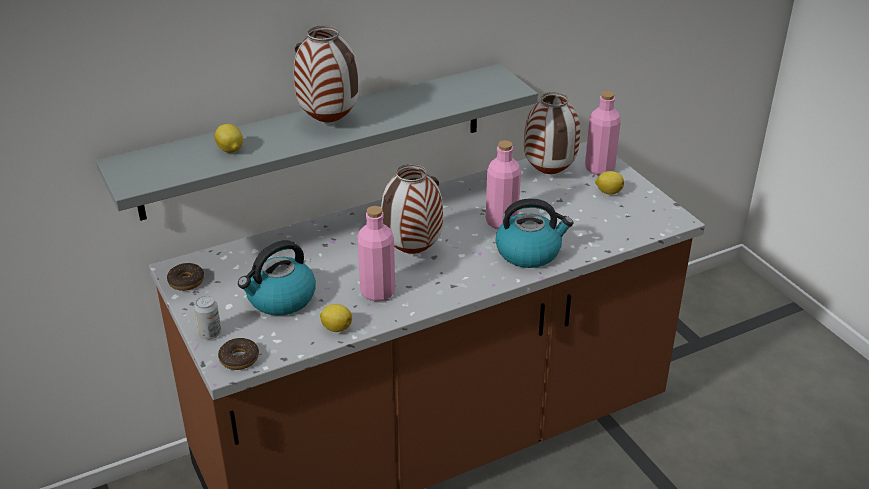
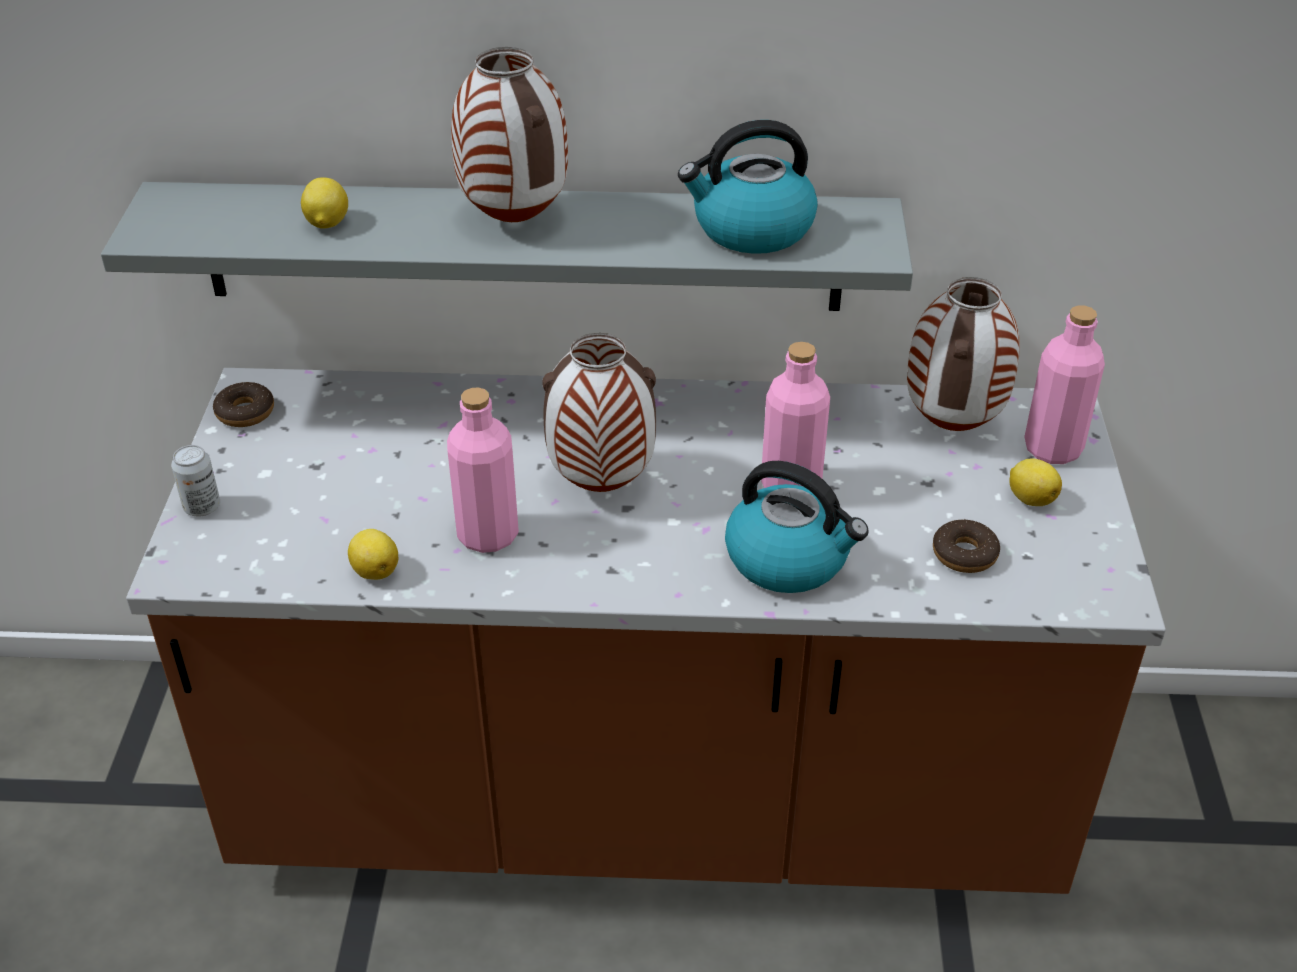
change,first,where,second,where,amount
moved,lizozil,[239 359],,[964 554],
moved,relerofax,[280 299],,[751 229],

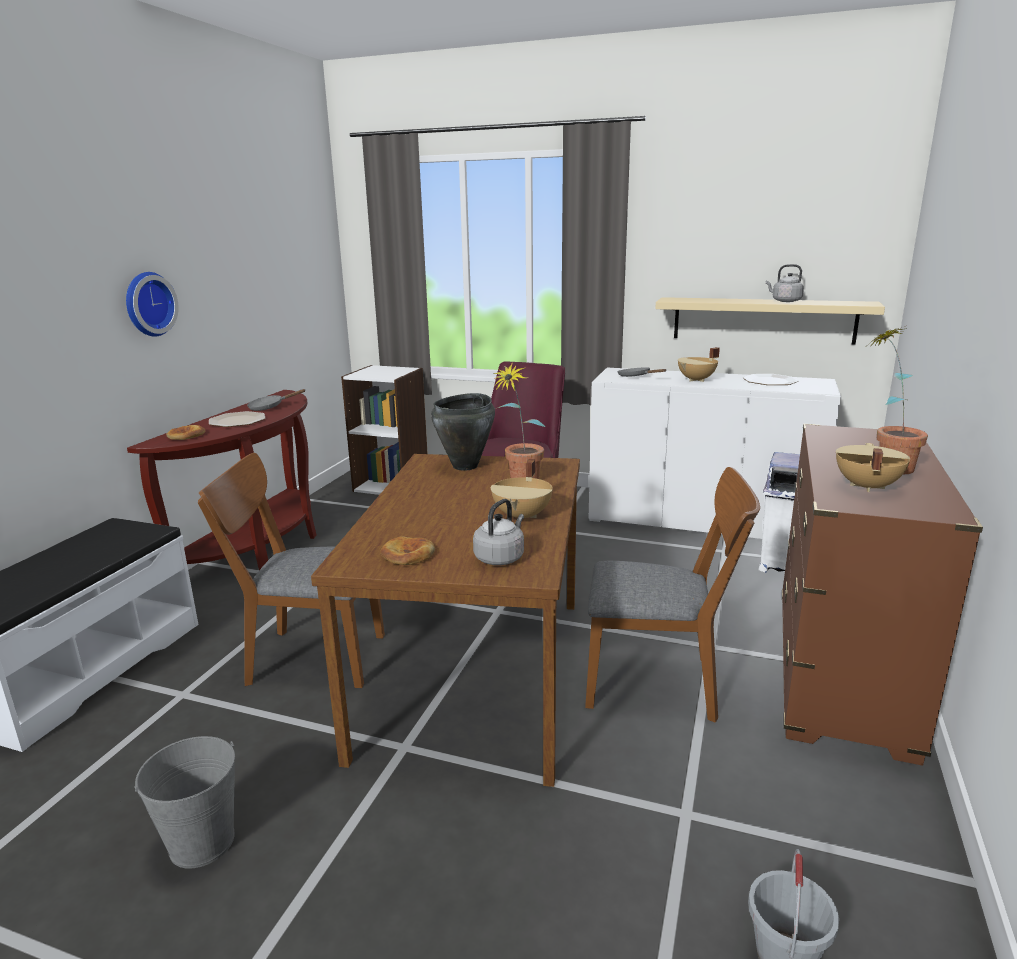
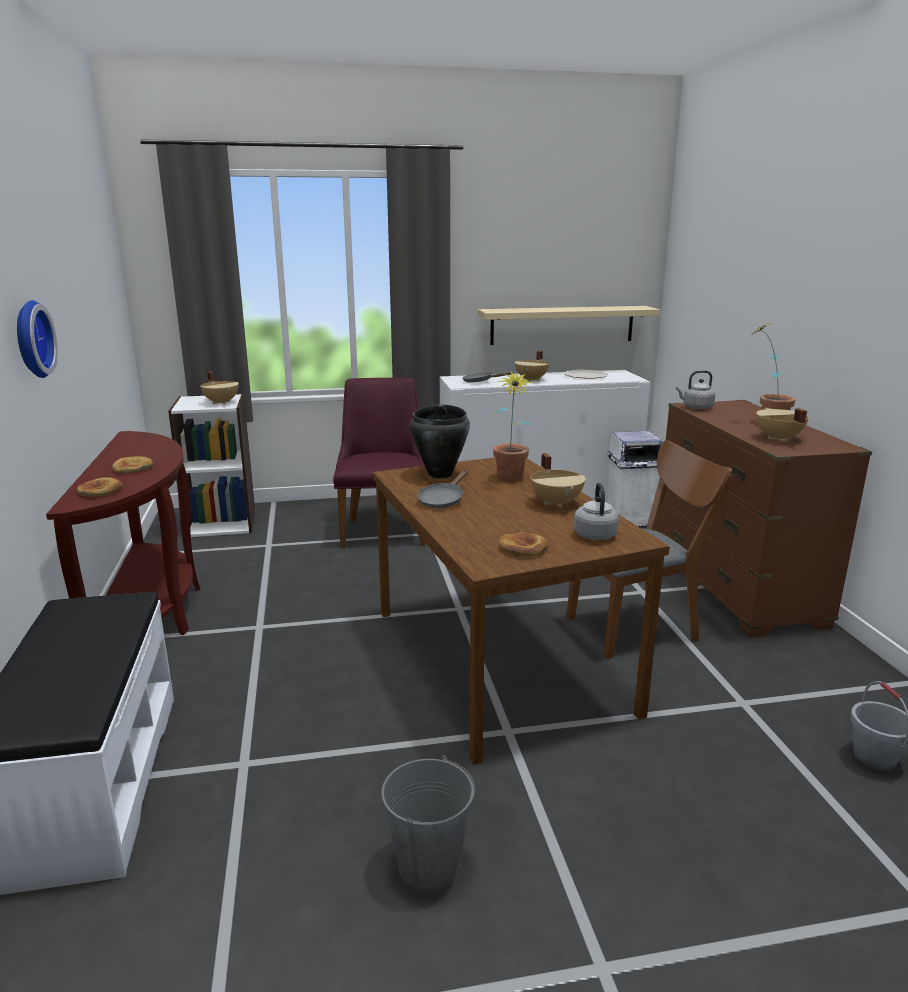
change,first,where,second,where,amount
removed,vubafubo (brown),[306 658],,,
added,,,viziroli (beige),[222 402],
moved,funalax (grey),[270 407],,[443 500],
moved,relerofax (grey),[784 301],,[696 407],
replaced,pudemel,[238 421],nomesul,[133 468],

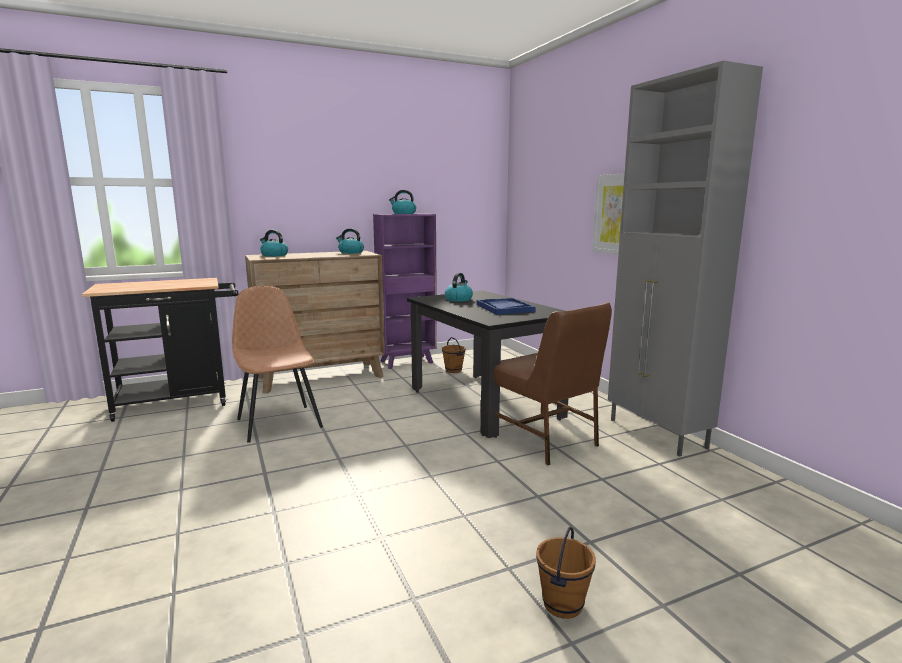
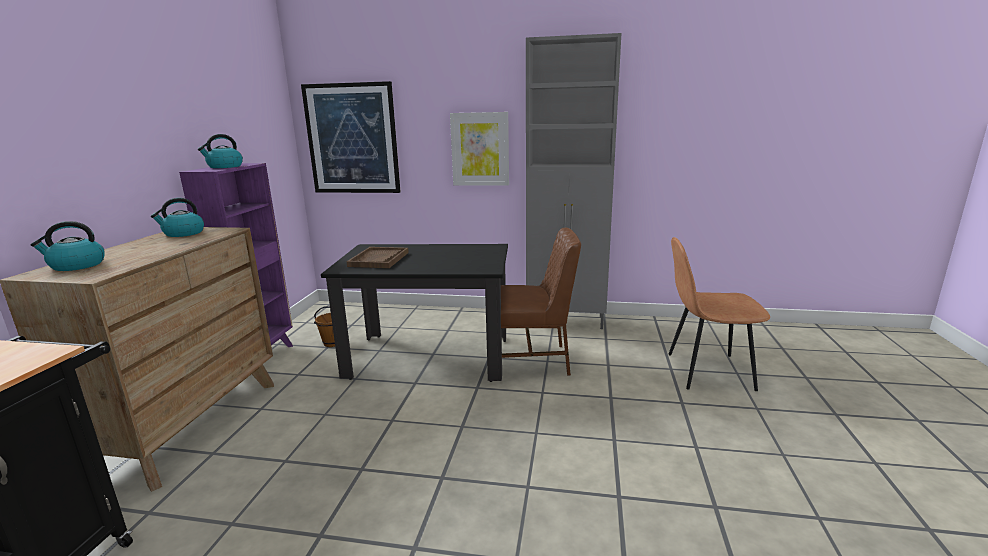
change,first,where,second,where,amount
removed,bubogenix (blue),[504 308],,,
removed,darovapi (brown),[563 605],,,
added,,,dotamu,[352 139],
moved,vubafubo (brown),[279 422],,[706 371],
replaced,relerofax,[458 299],bubogenix (brown),[379 259],

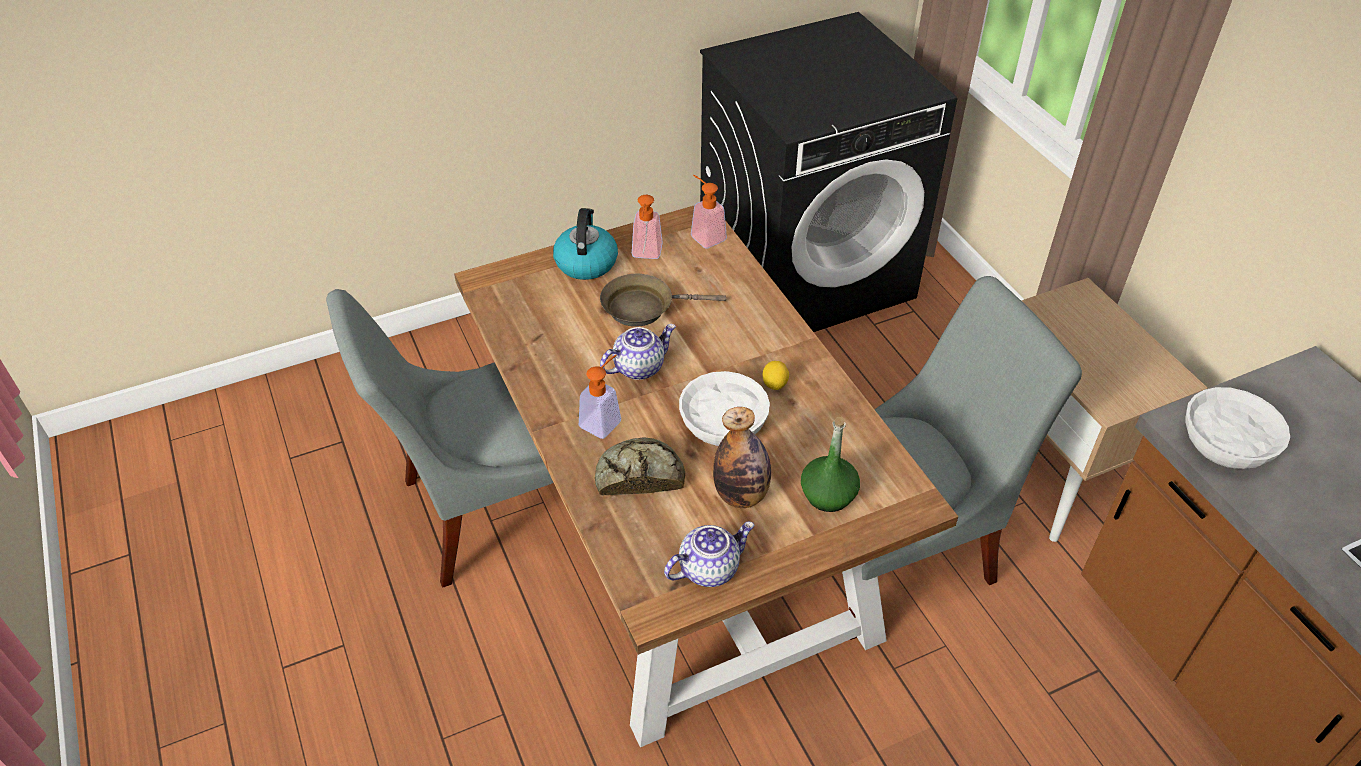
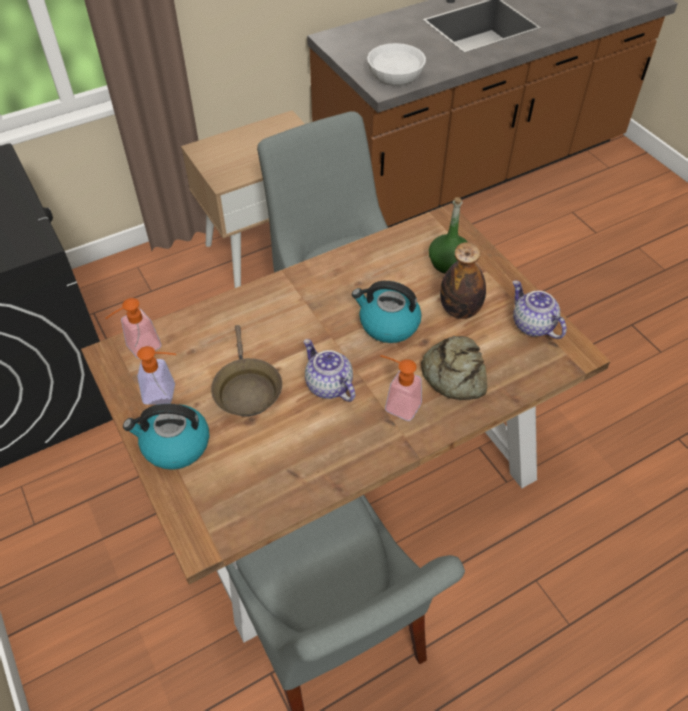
change,first,where,second,where,amount
removed,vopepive,[774 384],,,
replaced,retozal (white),[722 423],relerofax,[388 324],

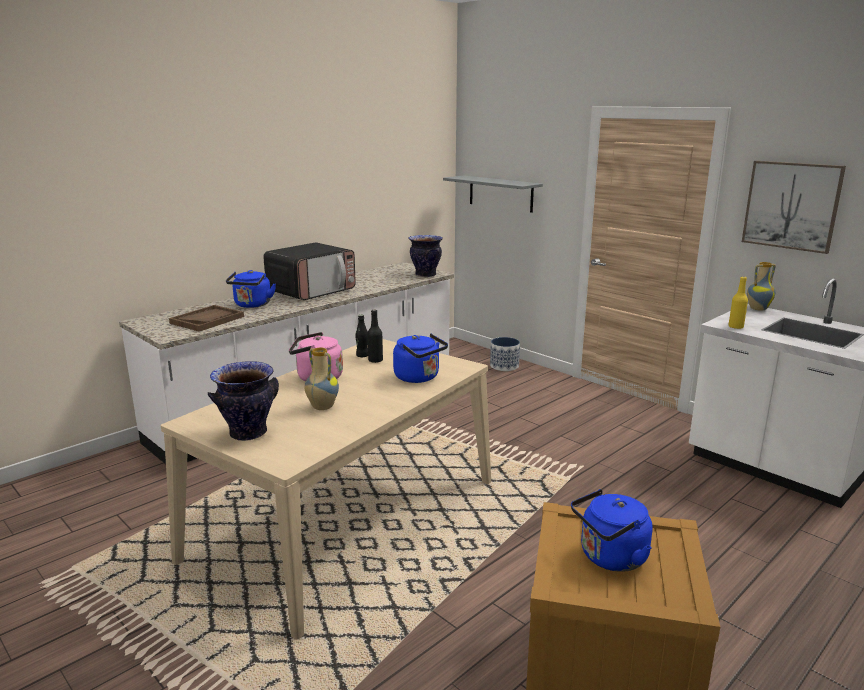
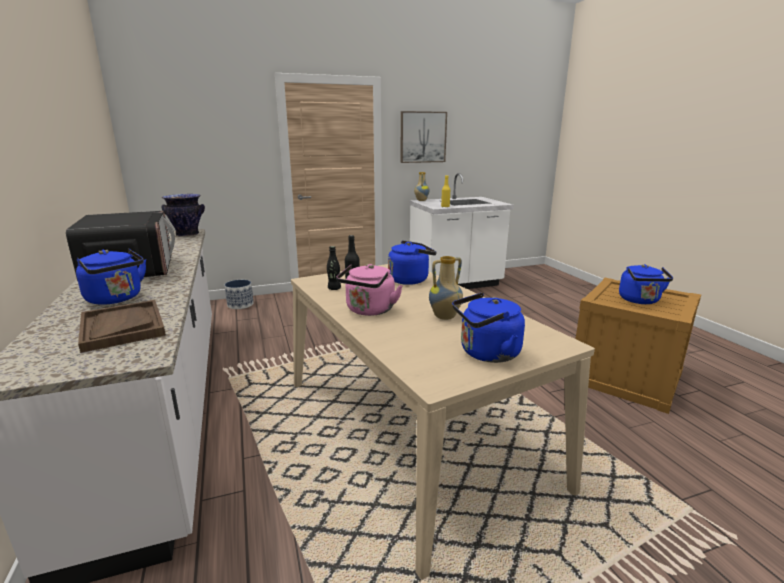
change,first,where,second,where,amount
removed,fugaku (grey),[500 193],,,
replaced,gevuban,[248 433],relerofax (blue),[486 354],

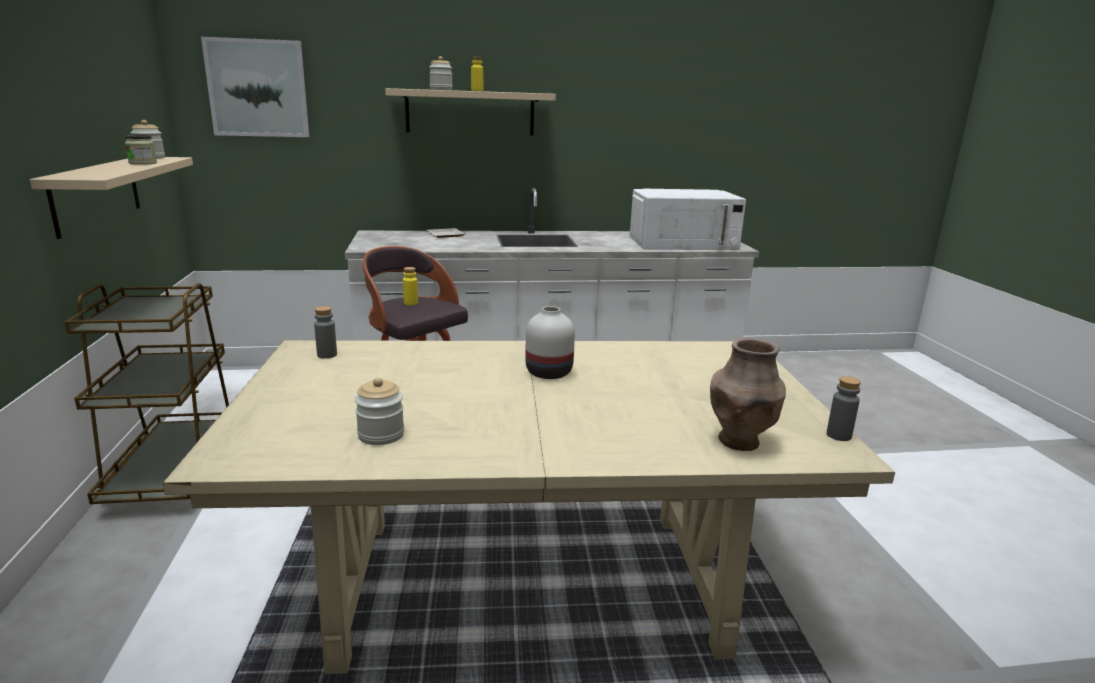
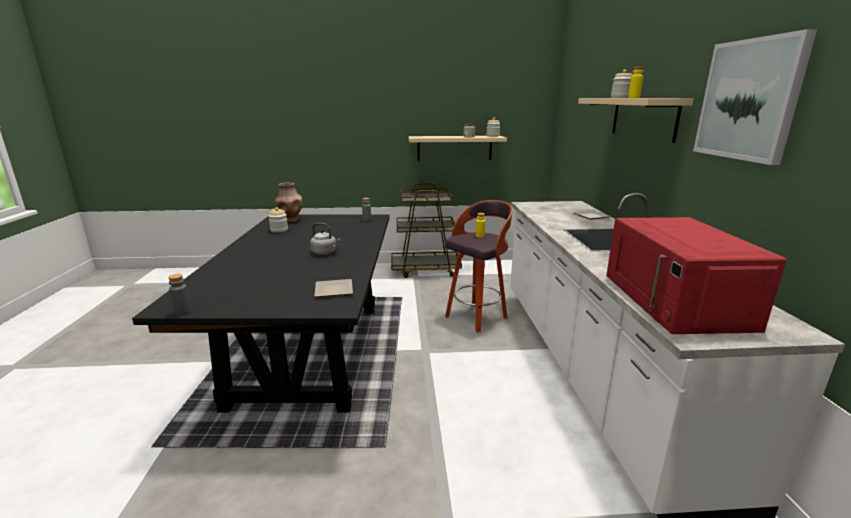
change,first,where,second,where,amount
added,,,pudemel,[335 290],
moved,dotamu,[258 88],,[749 100],
moved,gevuban (brown),[739 442],,[291 220],
replaced,gevuban (white),[548 372],relerofax (grey),[325 252],
recoloured,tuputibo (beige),[531 584],tuputibo (black),[310 352],
recoloured,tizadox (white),[683 243],tizadox (red),[676 300],

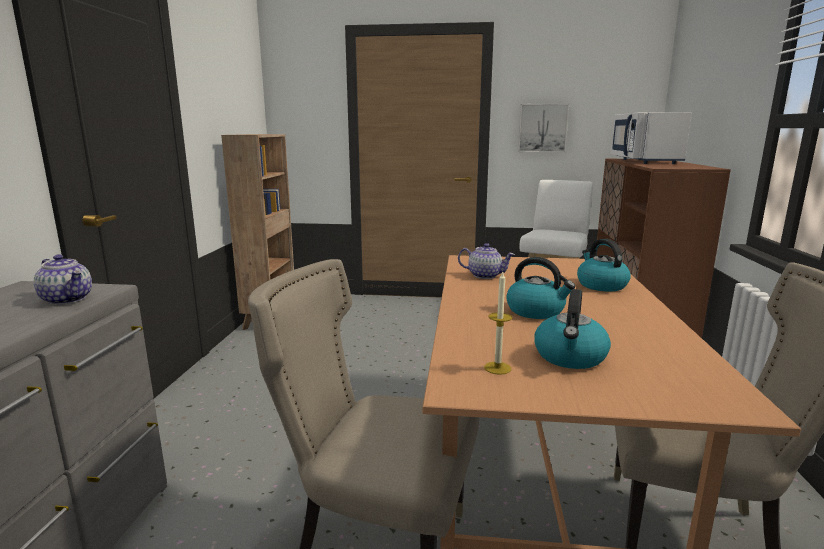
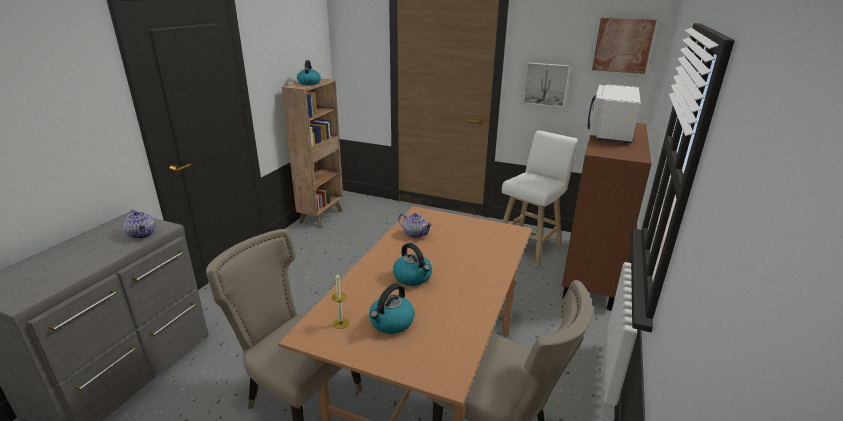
change,first,where,second,where,amount
added,,,dotamu,[623 45],
moved,relerofax,[601 285],,[309 83],

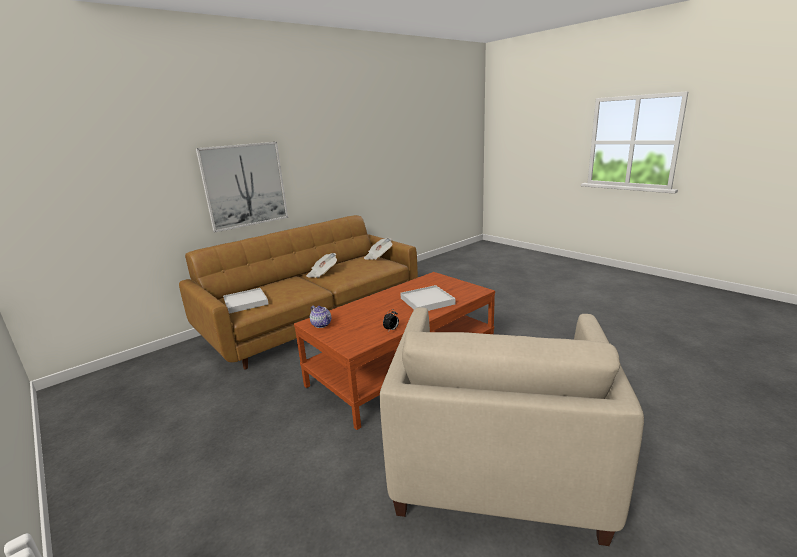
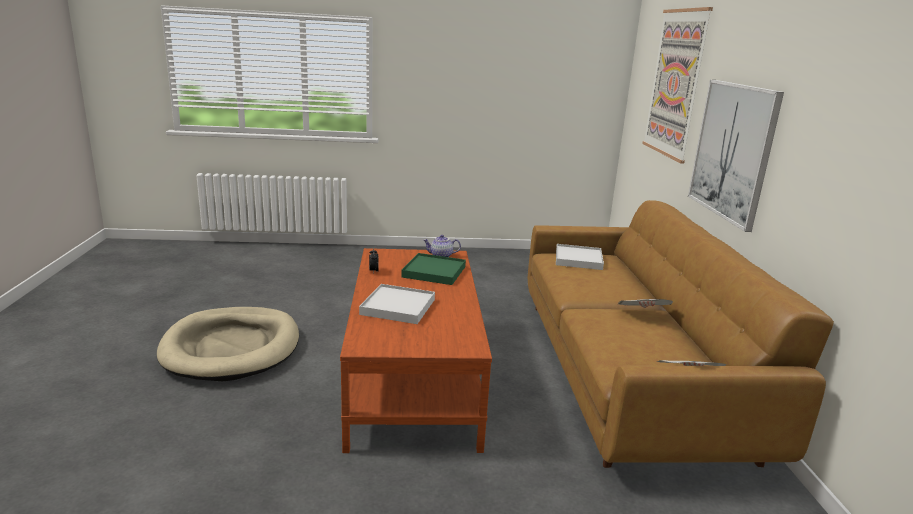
change,first,where,second,where,amount
added,,,bubogenix (green),[434 272],
added,,,dotamu,[675 83],
replaced,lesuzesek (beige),[496 462],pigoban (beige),[232 348],

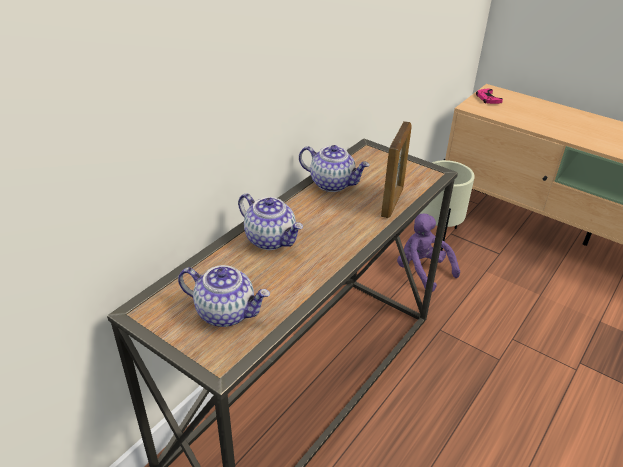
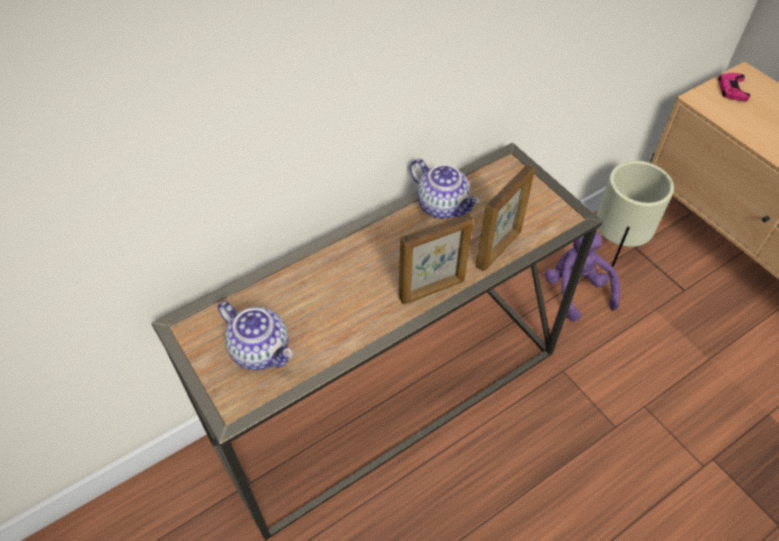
change,first,where,second,where,amount
removed,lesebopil,[271 239],,,
added,,,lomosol,[432 290],

